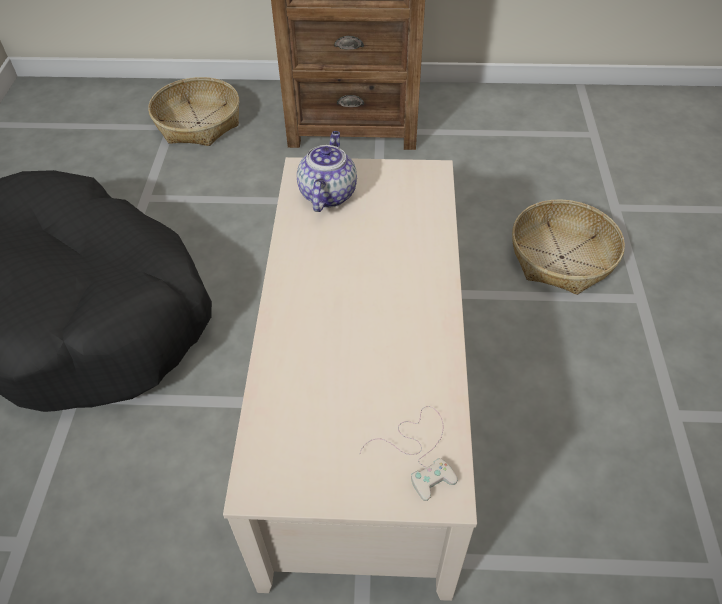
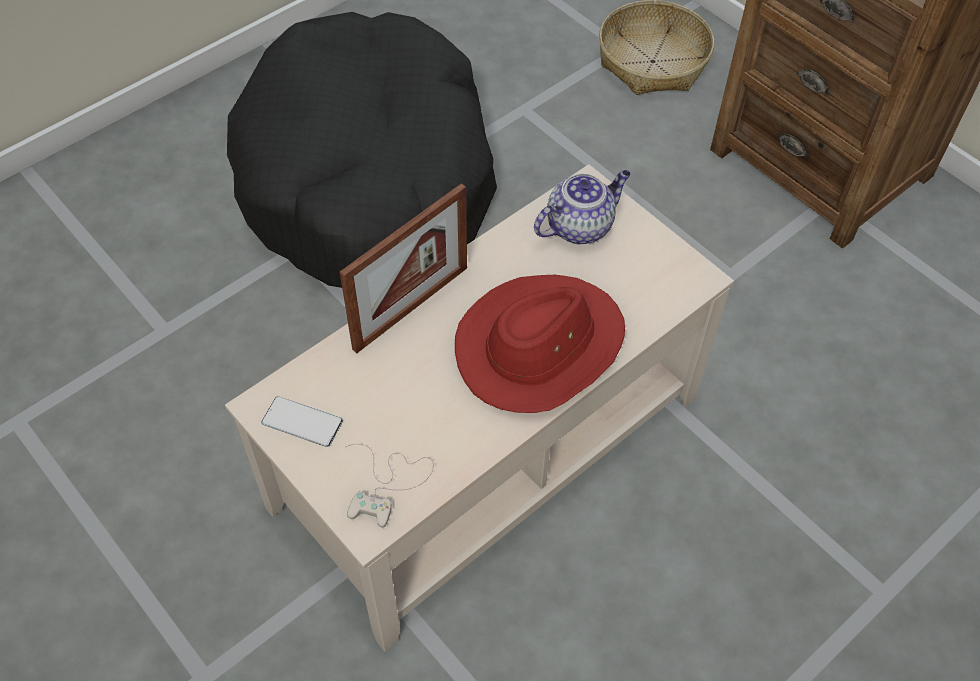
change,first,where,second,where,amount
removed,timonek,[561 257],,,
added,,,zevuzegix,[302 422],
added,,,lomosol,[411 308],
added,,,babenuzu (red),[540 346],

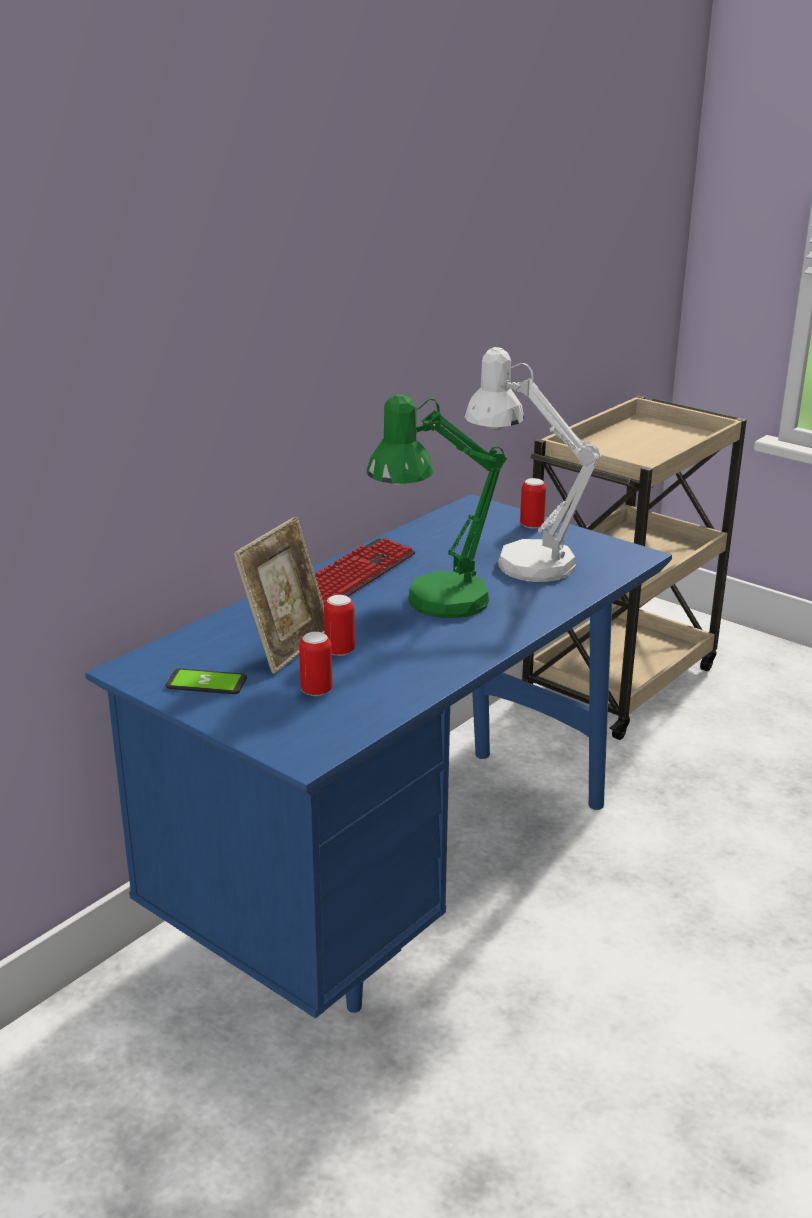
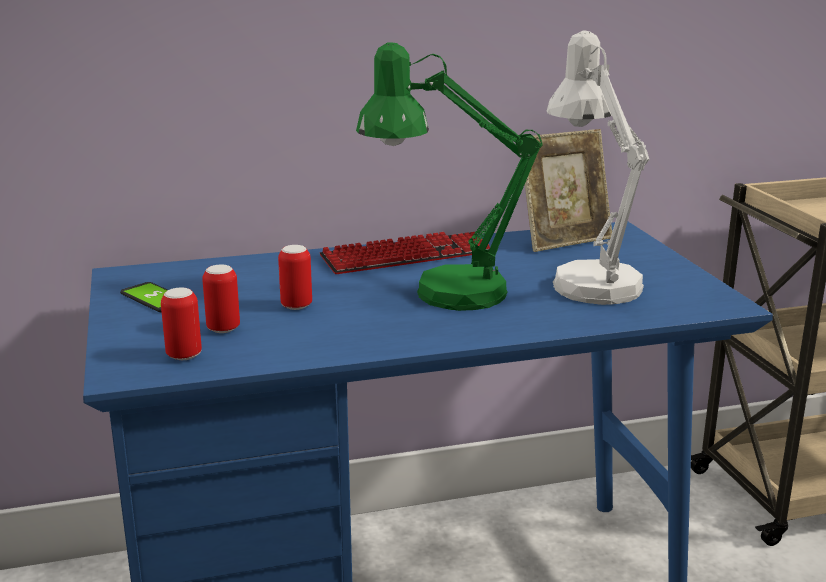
change,first,where,second,where,amount
moved,lomosol,[287 646],,[564 240],
moved,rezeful,[531 525],,[184 355],

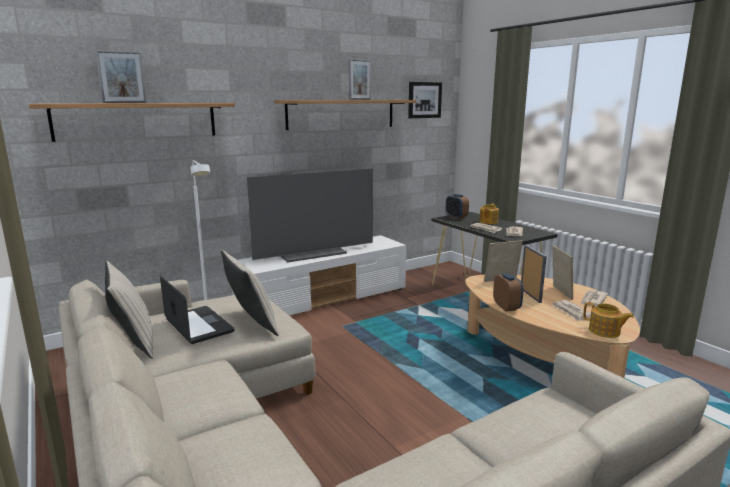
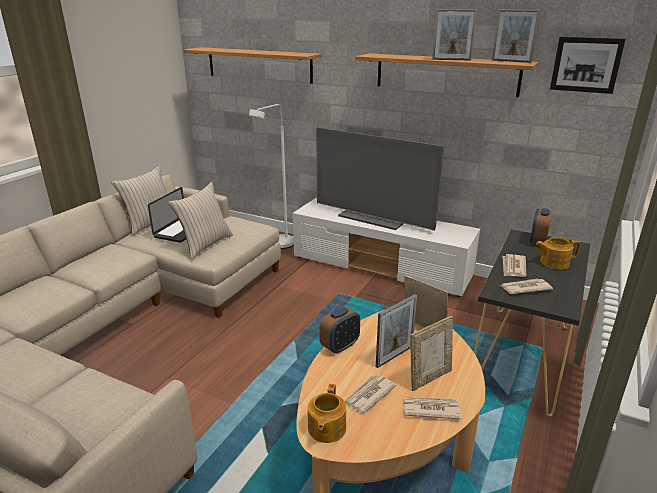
change,first,where,second,where,amount
moved,lomosol,[125 103],,[511 61],

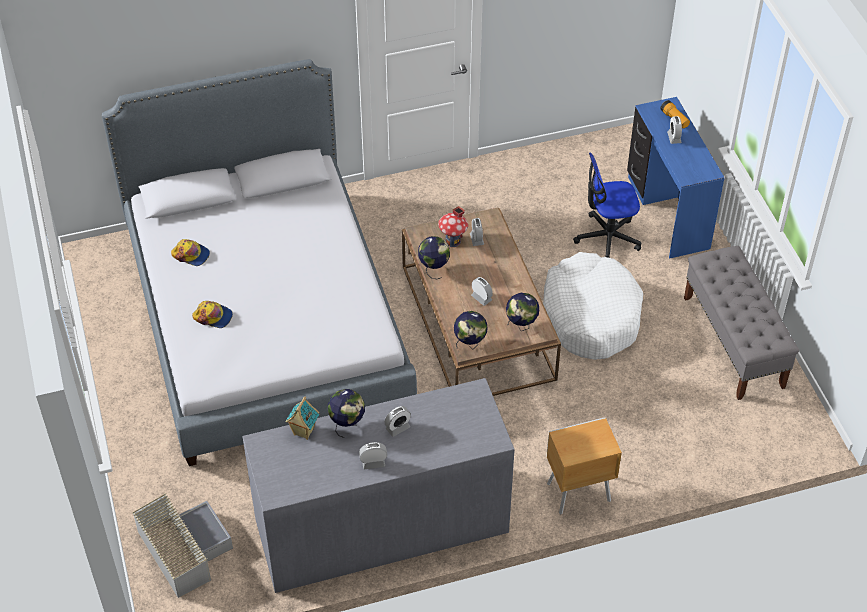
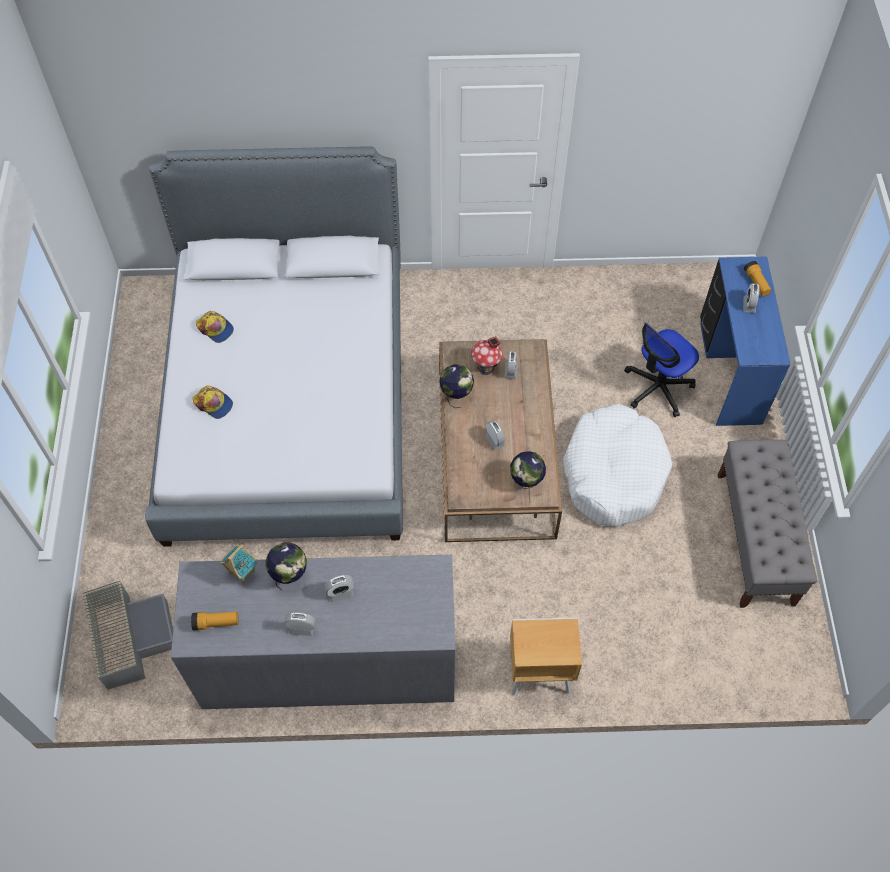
change,first,where,second,where,amount
removed,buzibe,[470 344],,,
added,,,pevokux,[216 623],
turned,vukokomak,[607 238],,[657 388],45 degrees counterclockwise

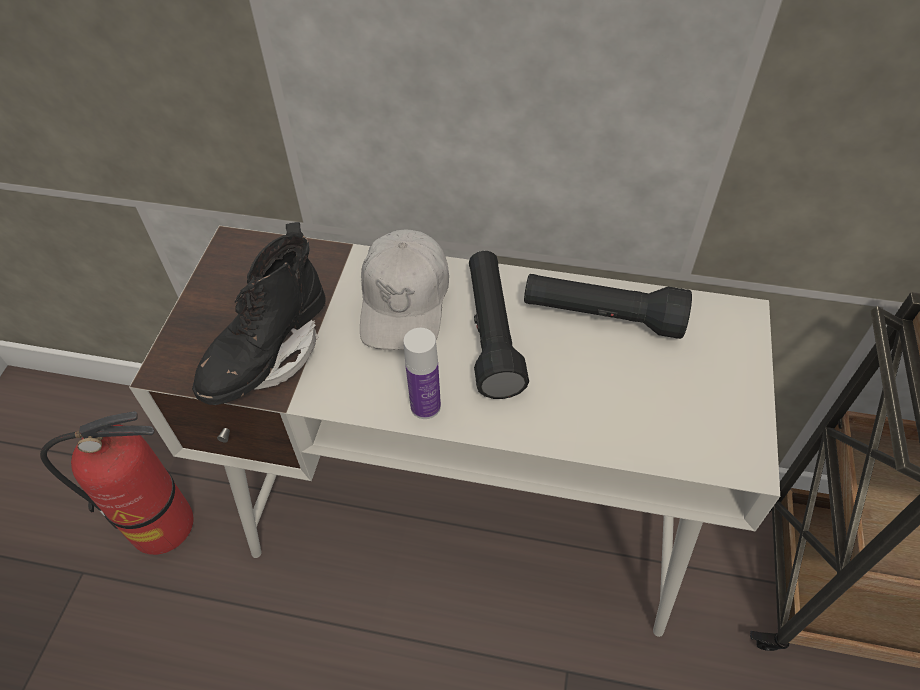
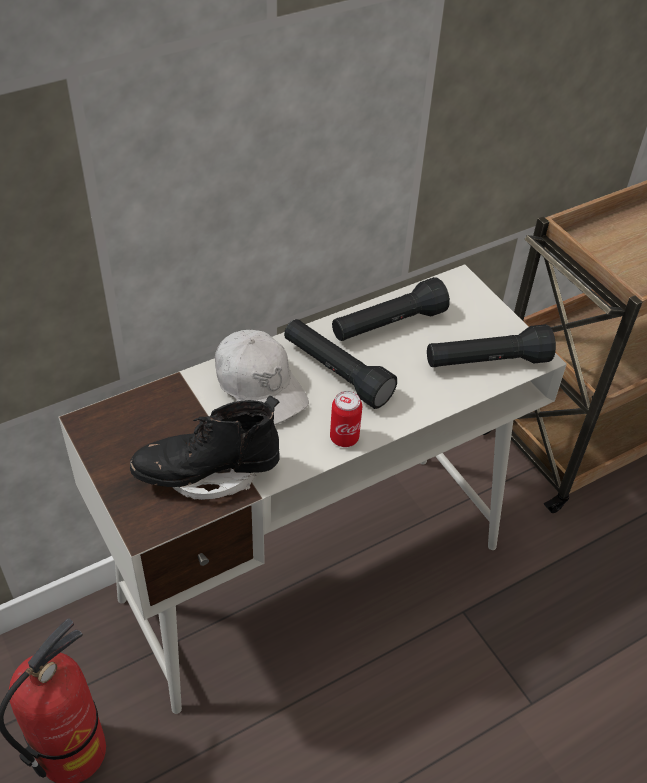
change,first,where,second,where,amount
added,,,pevokux (black),[486 362],
replaced,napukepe,[425 406],rezeful,[344 438],
turned,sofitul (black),[268 355],,[208 473],90 degrees clockwise

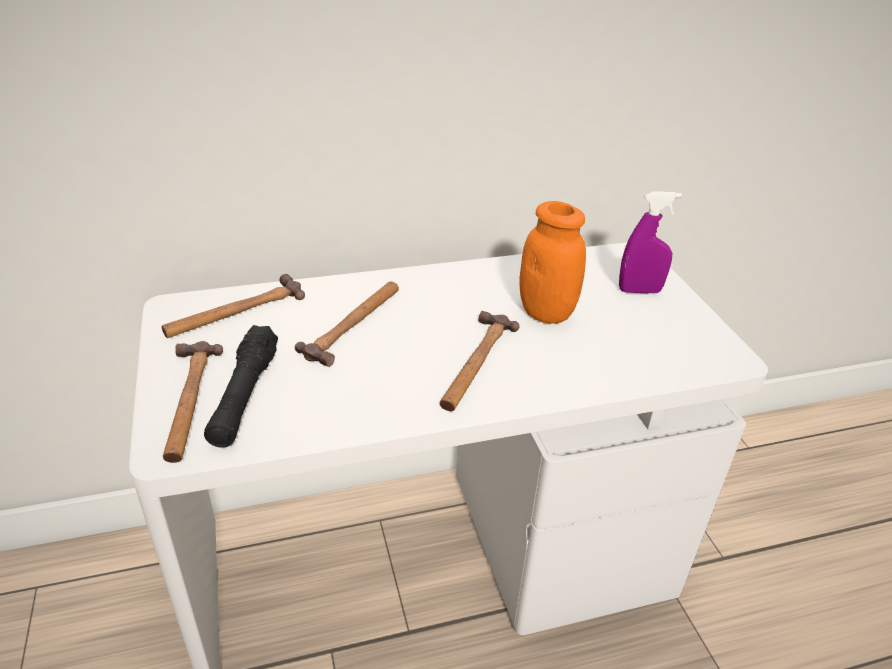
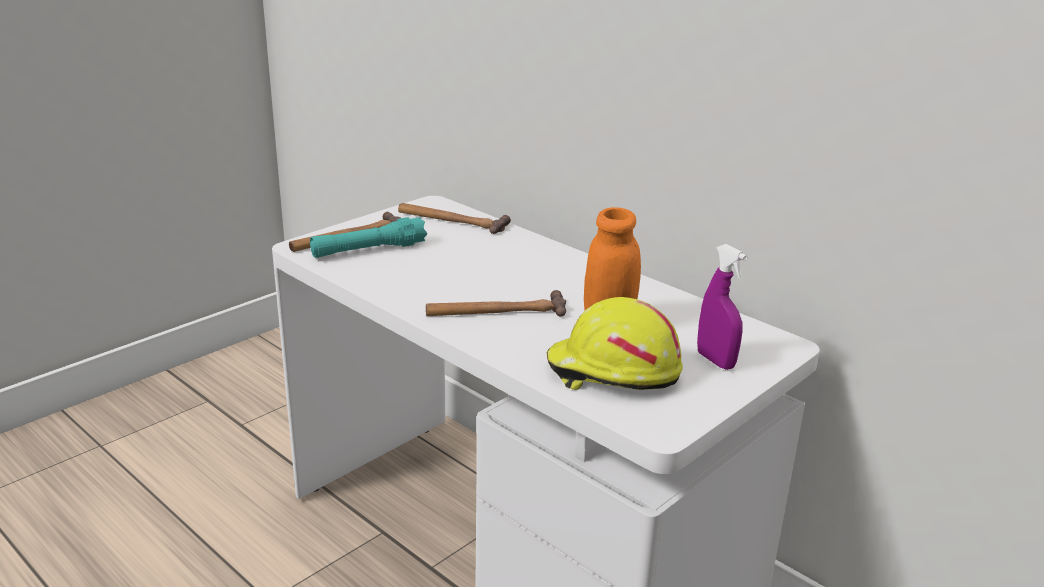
change,first,where,second,where,amount
removed,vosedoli,[355 324],,,
added,,,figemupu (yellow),[612 372],
recoloured,pevokux (black),[244 396],pevokux (turquoise),[368 250],

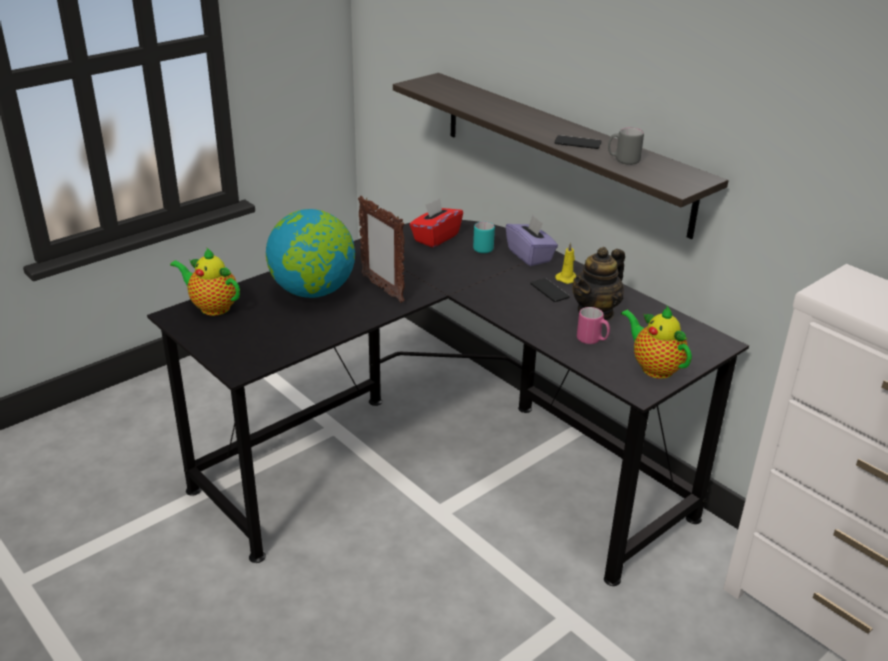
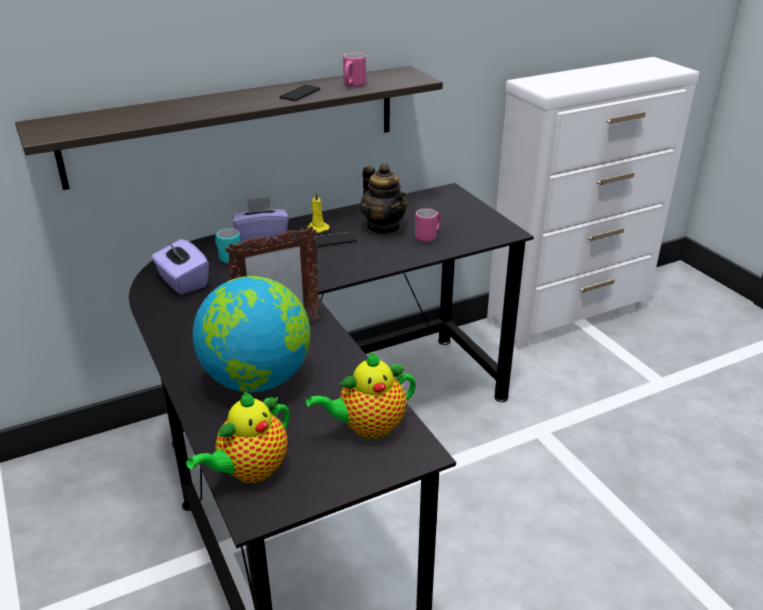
change,first,where,second,where,amount
moved,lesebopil,[654 367],,[368 427],
recoloured,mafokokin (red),[435 238],mafokokin (purple),[182 282],
recoloured,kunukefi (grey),[623 160],kunukefi (pink),[353 86],

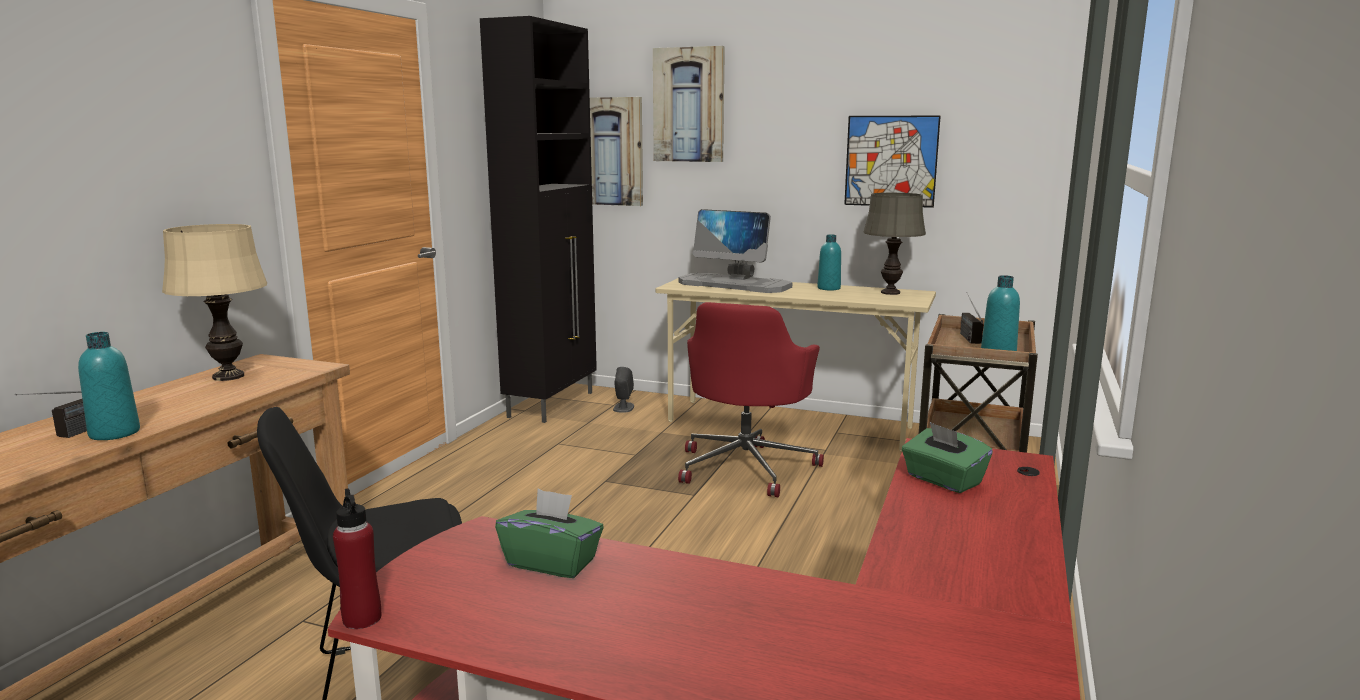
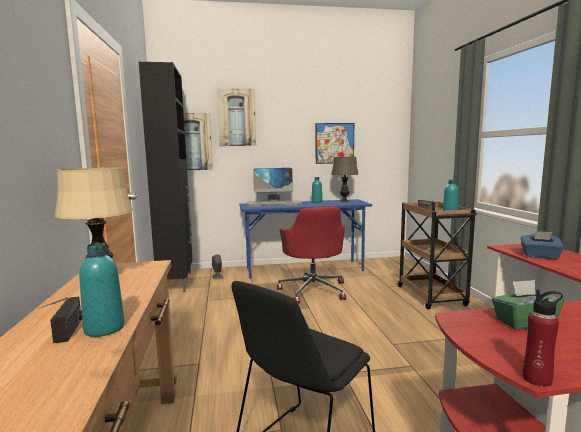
change,first,where,second,where,amount
recoloured,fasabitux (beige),[790 424],fasabitux (blue),[304 269],
recoloured,mafokokin (green),[943 480],mafokokin (blue),[540 256],

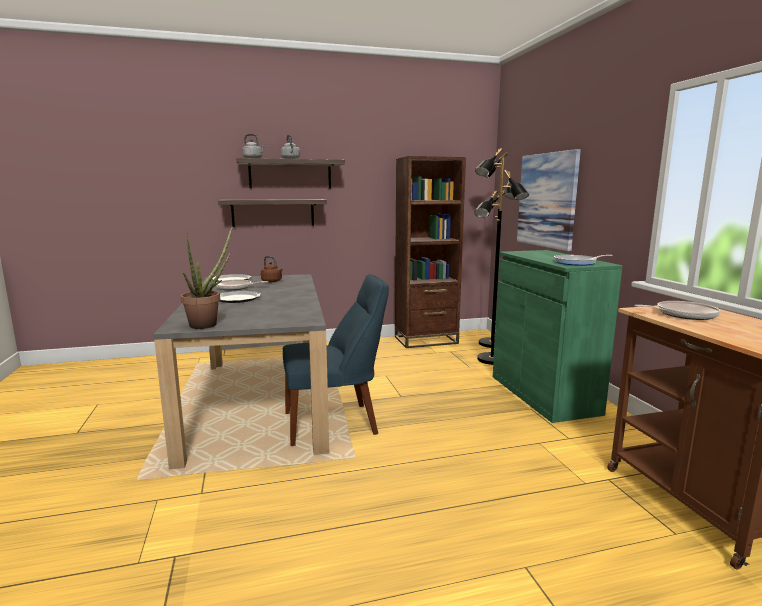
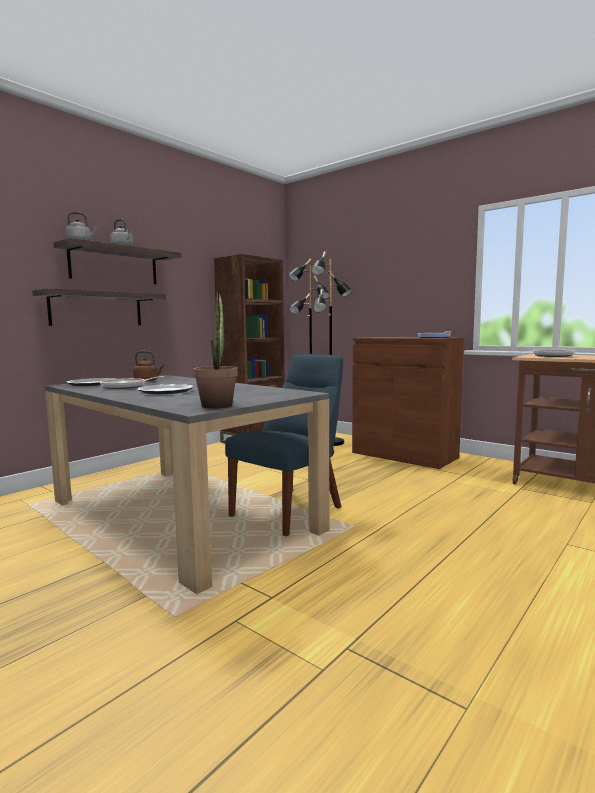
change,first,where,second,where,amount
removed,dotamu,[547 200],,,
recoloured,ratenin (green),[543 394],ratenin (brown),[404 455],

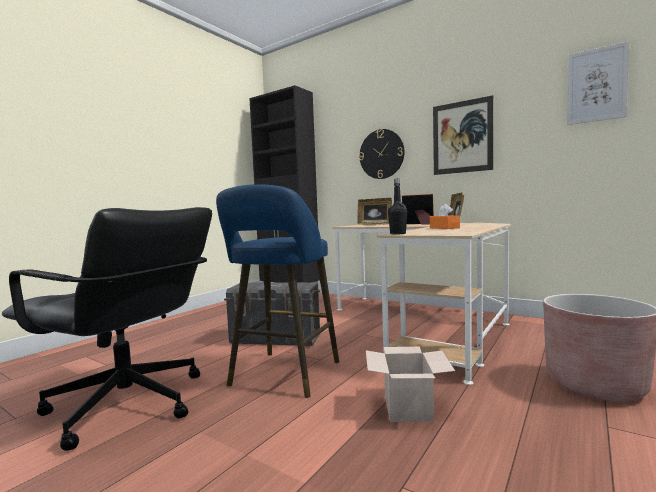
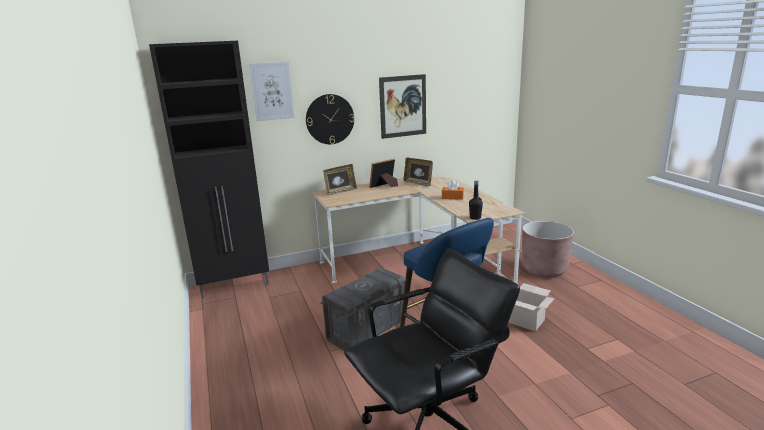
change,first,where,second,where,amount
moved,dotamu,[596 85],,[272 91],

